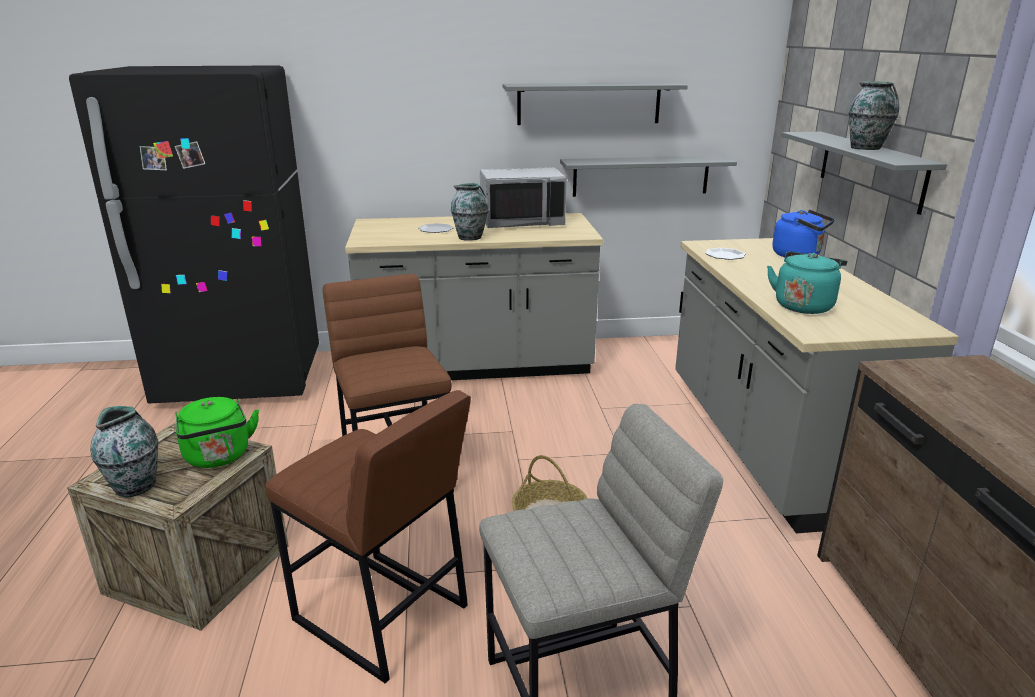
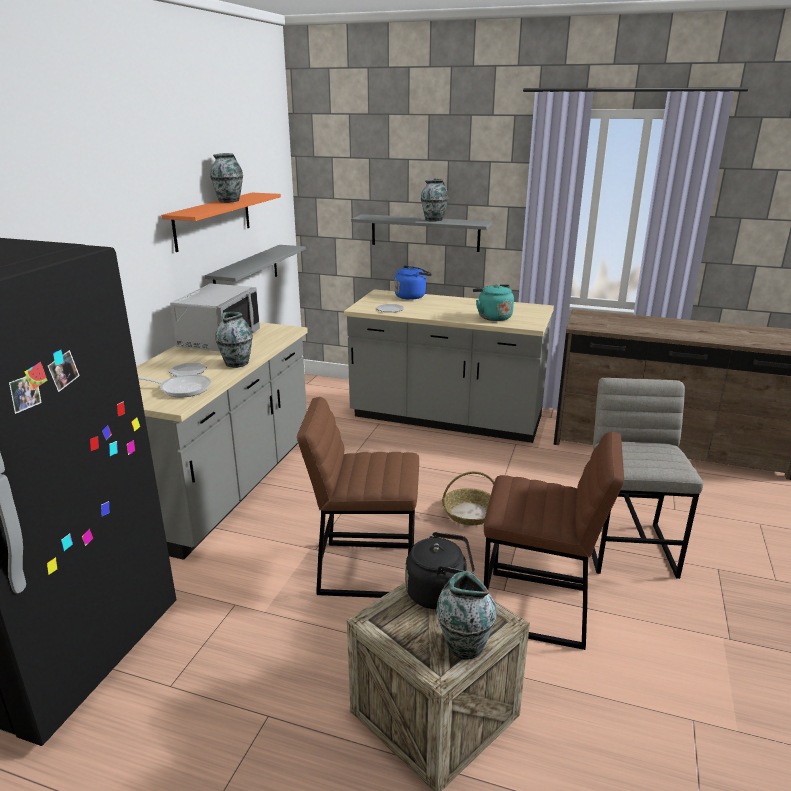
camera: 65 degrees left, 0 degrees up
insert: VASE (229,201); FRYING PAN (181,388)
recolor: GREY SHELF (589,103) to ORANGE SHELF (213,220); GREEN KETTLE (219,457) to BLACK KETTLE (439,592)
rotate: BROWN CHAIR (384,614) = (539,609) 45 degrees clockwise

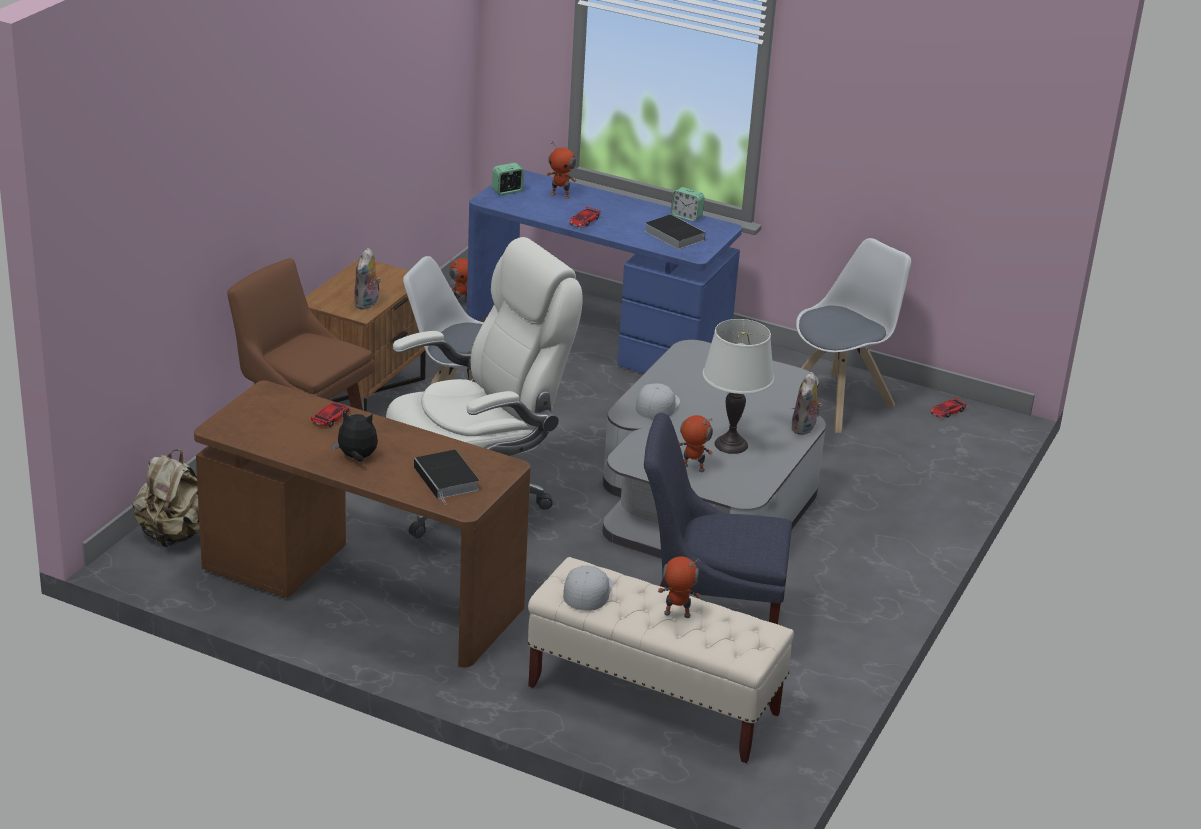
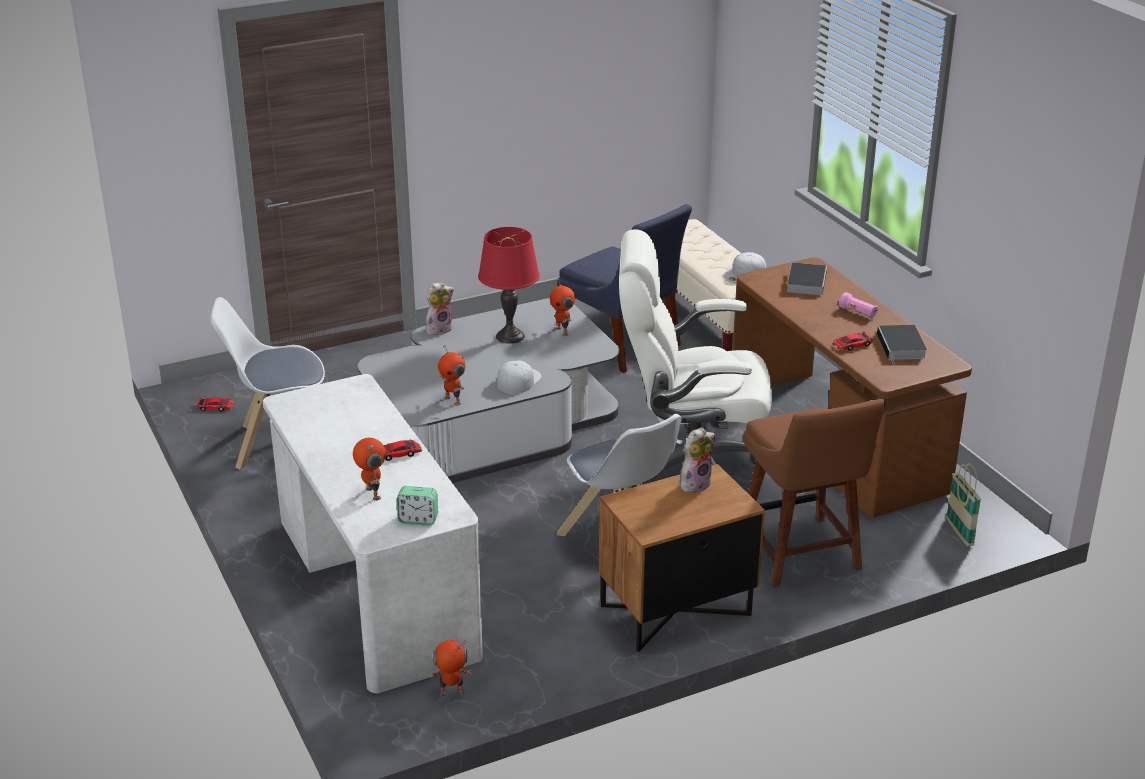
camera: 140 degrees left, 0 degrees up
delete: ALARM CLOCK (686,216)
move: BOOK (672,235) to (902,347); TOY ROBOT (676,615) to (453,400)
replace: PLUSH TOY (357,458) to PINK FLASHLIGHT (858,312); BEIGE BACKPACK (173,535) to BASKET (959,533)
recolor: BLUE DESK (598,336) to WHITE DESK (374,589); WHITE TABLE LAMP (731,445) to RED TABLE LAMP (510,336)
rotate: WHITE CAP (657,405) = (518,380) 150 degrees clockwise

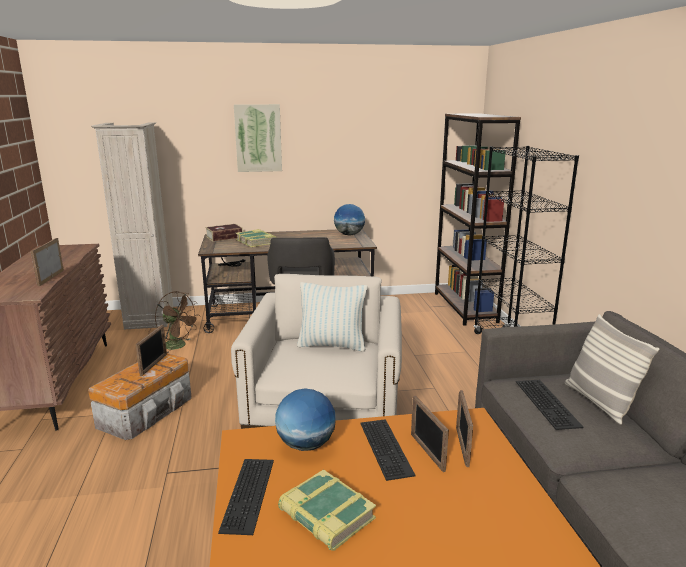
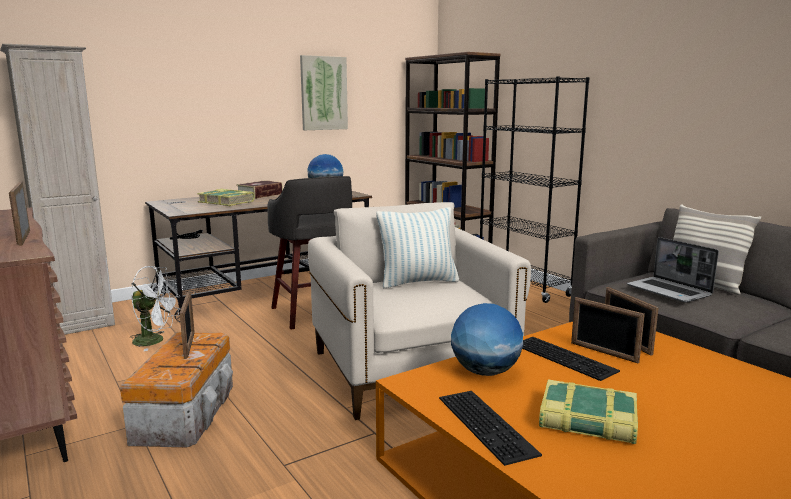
camera: 25 degrees left, 5 degrees down
move: PICTURE (258,138) to (323,93); BOOK (224,237) to (260,195)
replace: KEYBOARD (549,403) to LAPTOP (670,291)
recolor: BROWN FAN (179,346) to WHITE FAN (155,341)

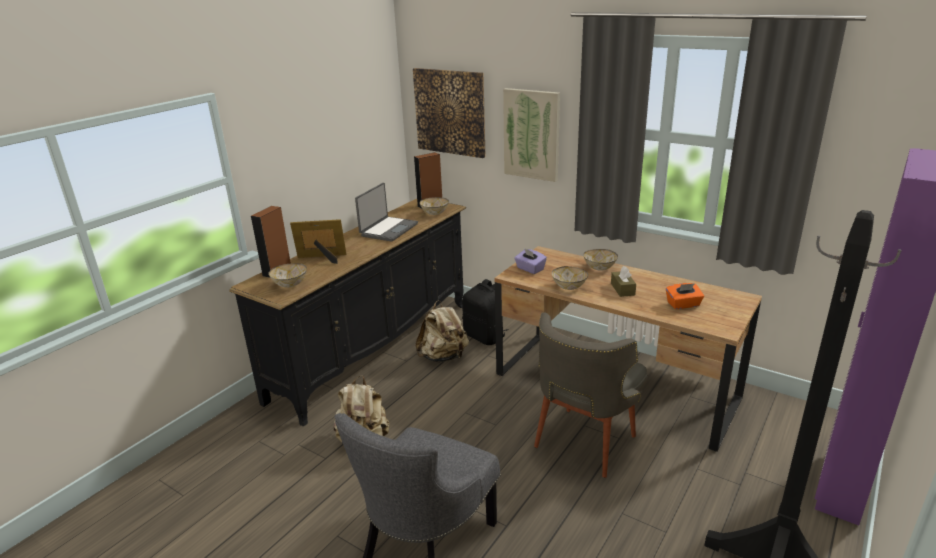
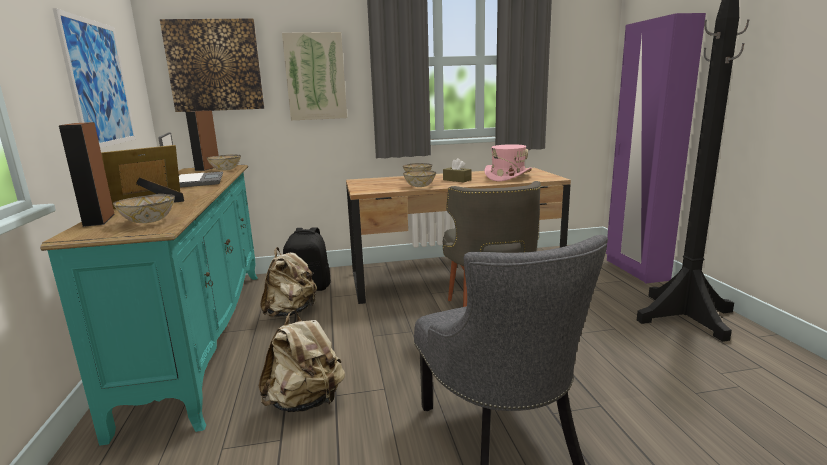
camera: 45 degrees left, 10 degrees down
delete: PURPLE TISSUE BOX (530,269)
insert: PICTURE (99,84)
replace: ORANGE TISSUE BOX (683,305) to PINK HAT (507,177)
recolor: BLACK DRESSER (375,350) to TURQUOISE DRESSER (205,335)

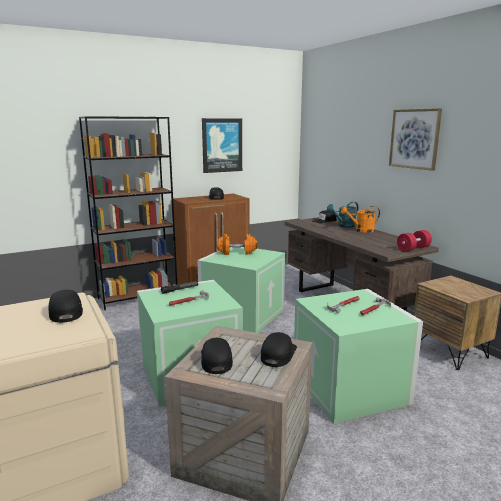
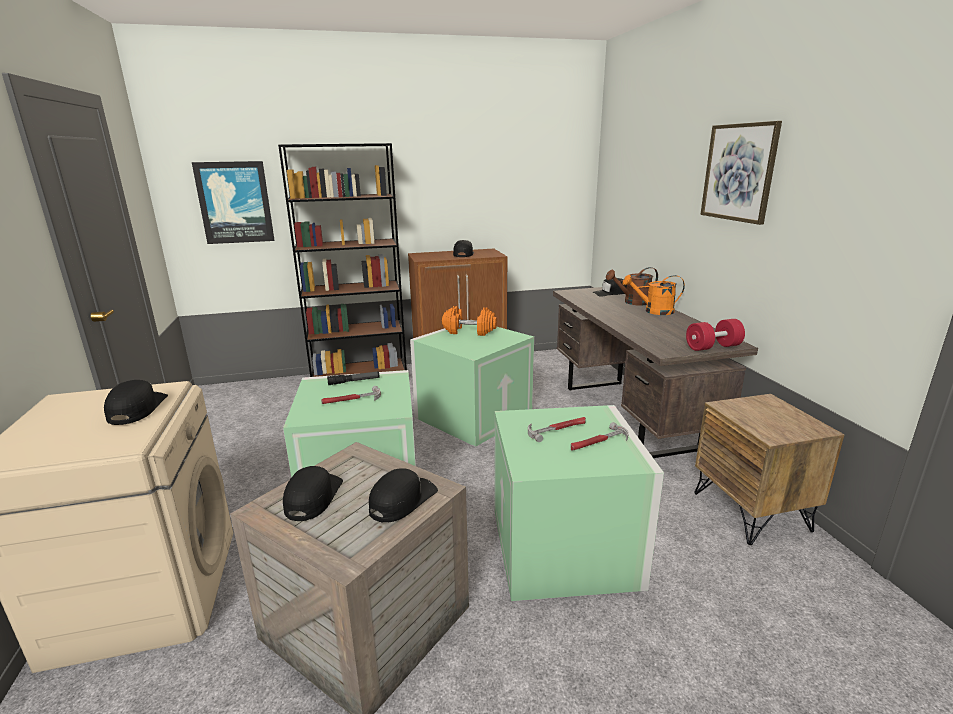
camera: 15 degrees right, 5 degrees up
move: PICTURE (222,145) to (235,202)
recolor: TURQUOISE WATERING CAN (344,226) to BROWN WATERING CAN (633,302)

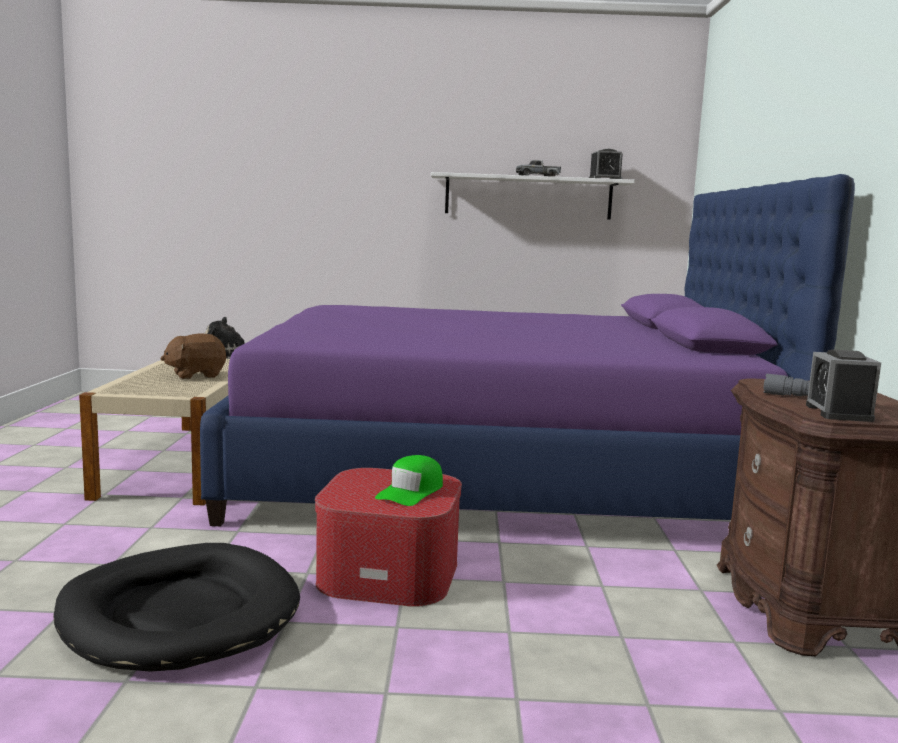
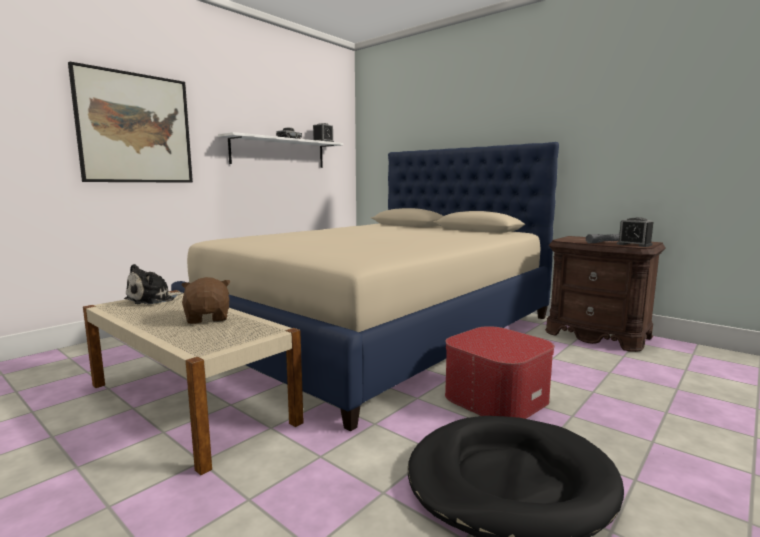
camera: 50 degrees left, 0 degrees up
delete: GREEN CAP (411,491)
insert: PICTURE (135,128)
recolor: PURPLE BED (498,473) to BEIGE BED (381,331)
rotate: BROWN PLUSH TOY (196,375) = (208,318) 150 degrees clockwise

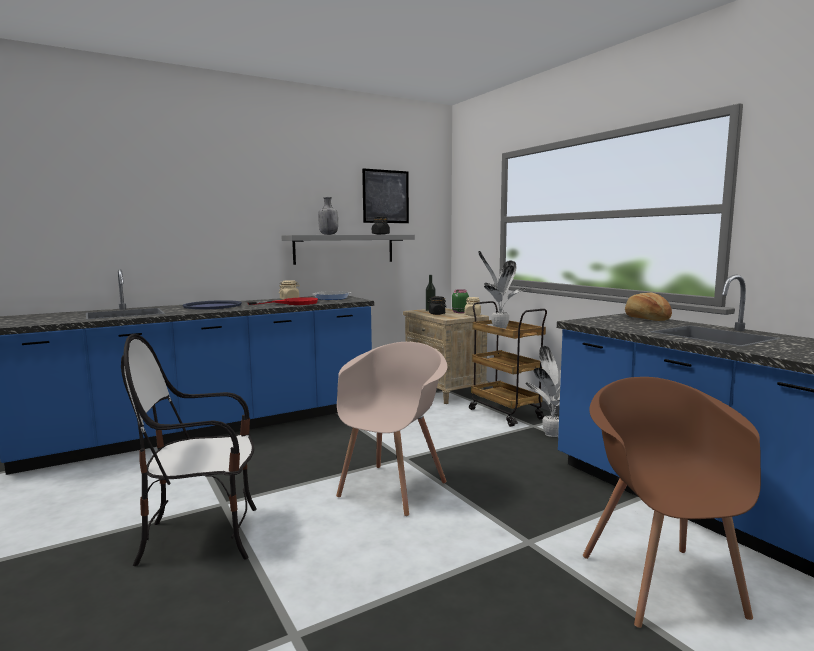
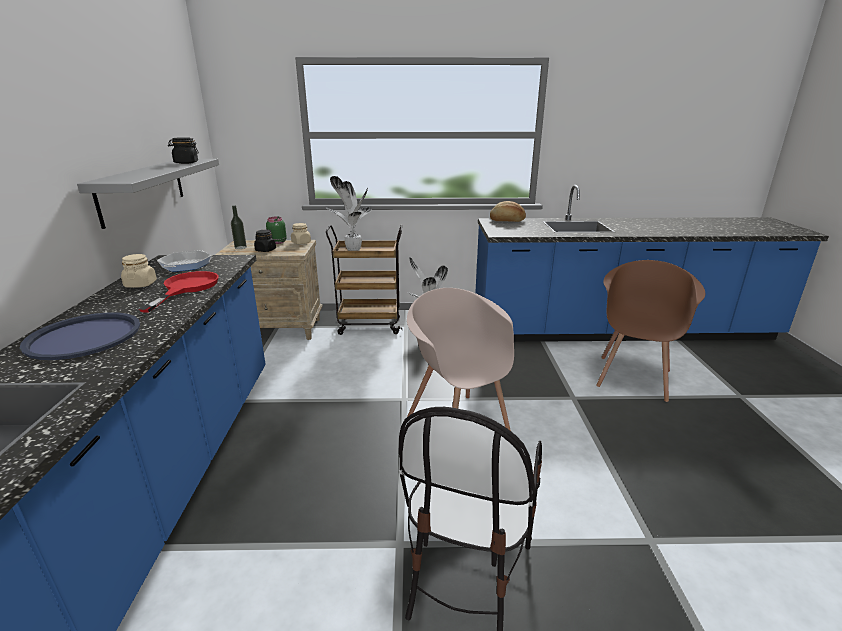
camera: 60 degrees left, 15 degrees up
delete: PICTURE (385,196); GREY BOTTLE (328,234)
rotate: BROWN CHAIR (660,584) = (633,378) 90 degrees clockwise

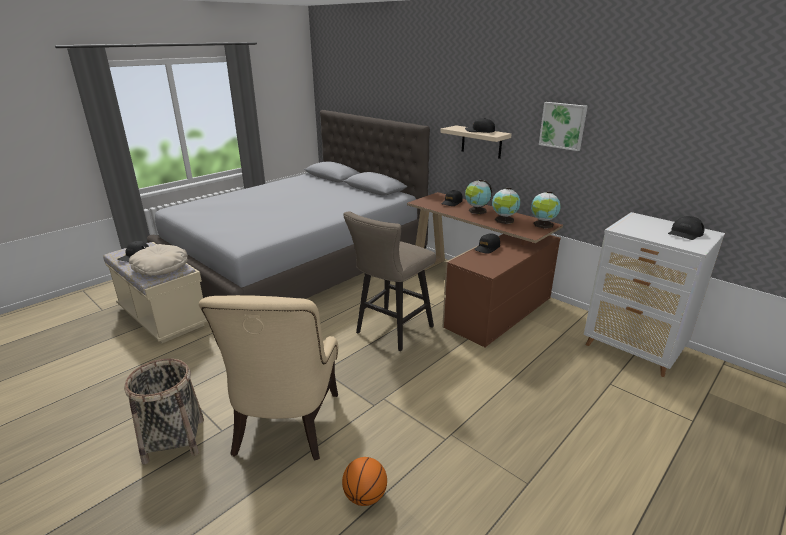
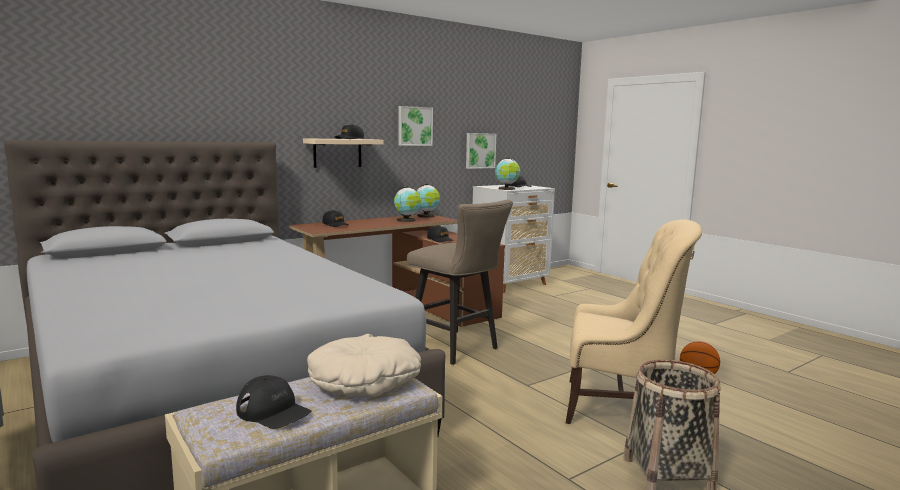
camera: 80 degrees left, 15 degrees down
insert: PICTURE (480,150)
move: GLOBE (476,211) to (506,189)

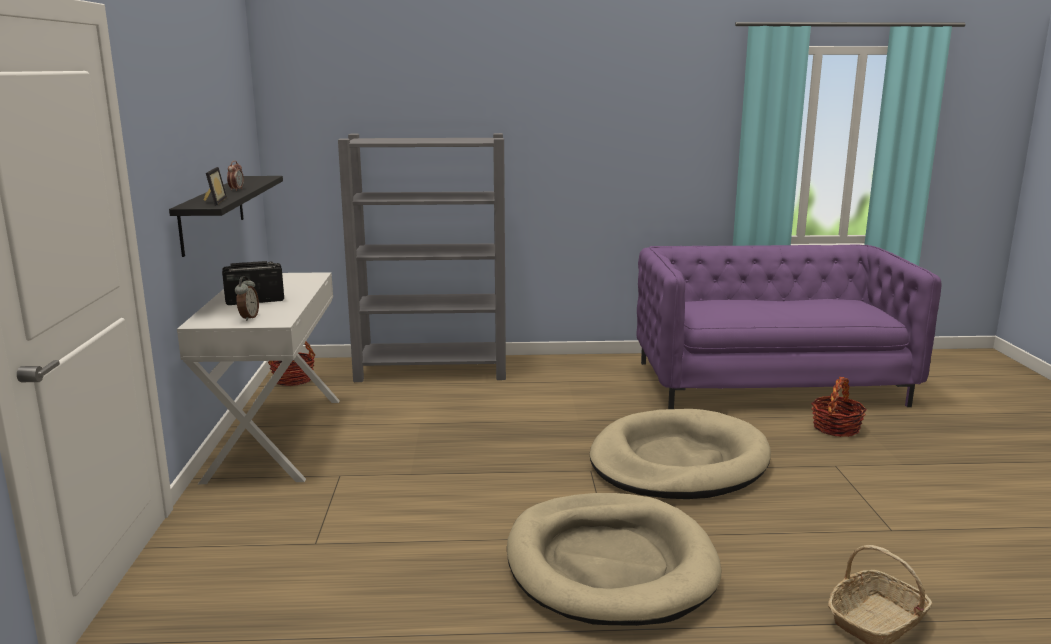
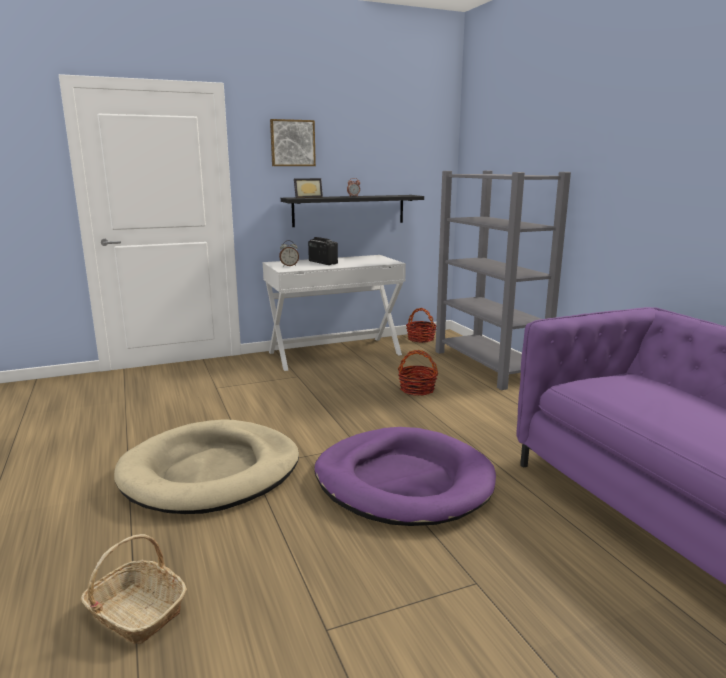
camera: 70 degrees right, 0 degrees up
insert: PICTURE (292,143)
move: BASKET (836,428) to (417,389)
recolor: BEIGE DOG BED (678,462) to PURPLE DOG BED (403,481)

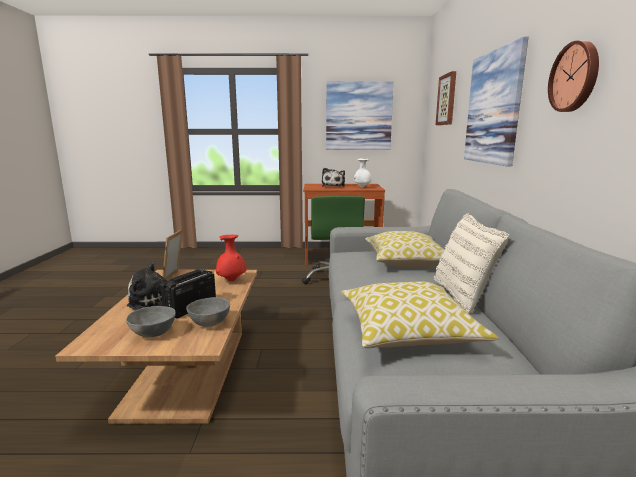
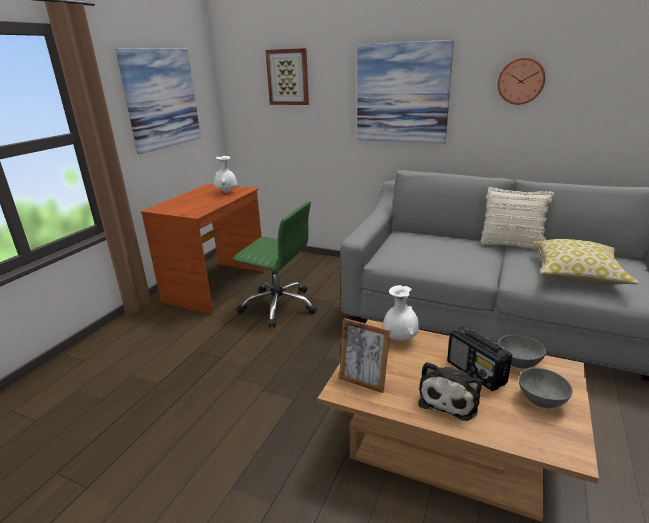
camera: 65 degrees left, 10 degrees up
delete: PLUSH TOY (333,186); PILLOW (407,262)
recolor: RED VASE (231,281) to WHITE VASE (400,339)

